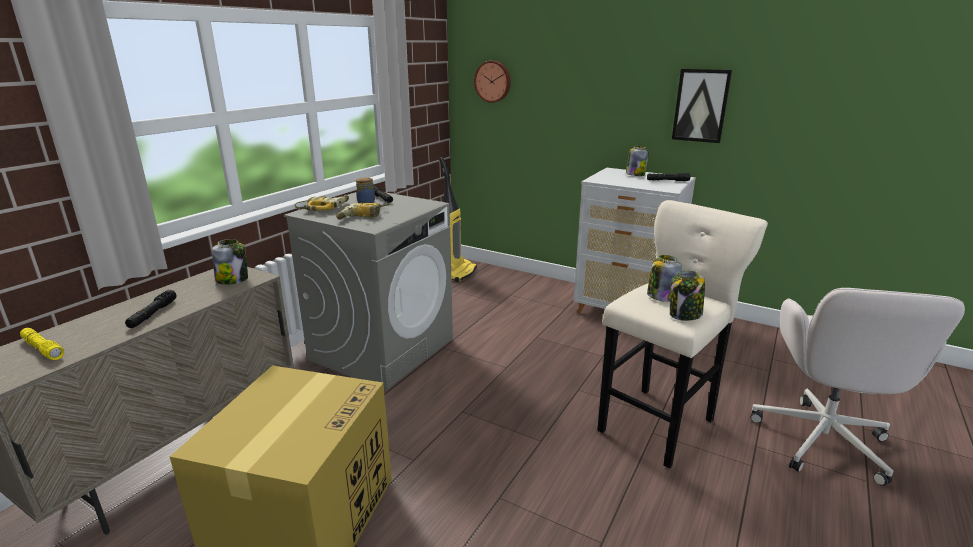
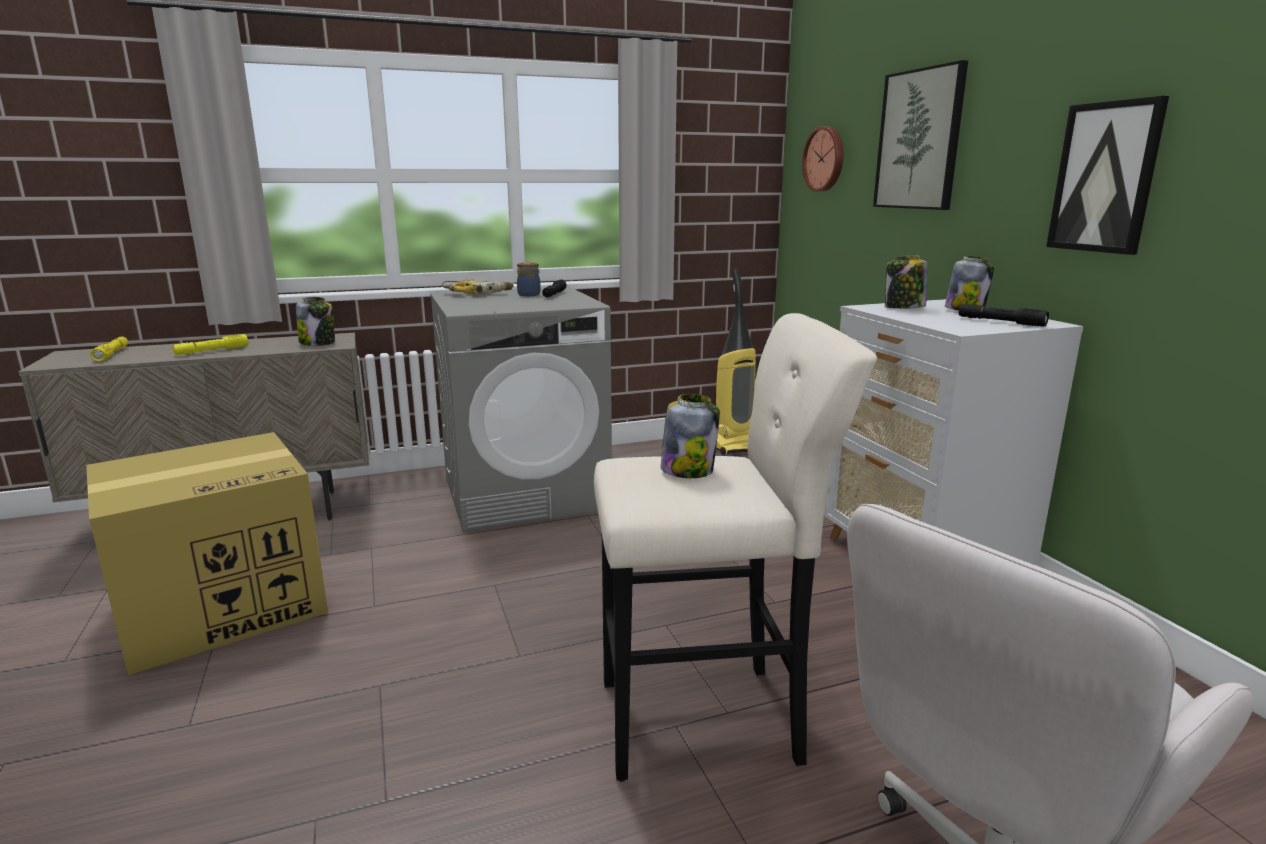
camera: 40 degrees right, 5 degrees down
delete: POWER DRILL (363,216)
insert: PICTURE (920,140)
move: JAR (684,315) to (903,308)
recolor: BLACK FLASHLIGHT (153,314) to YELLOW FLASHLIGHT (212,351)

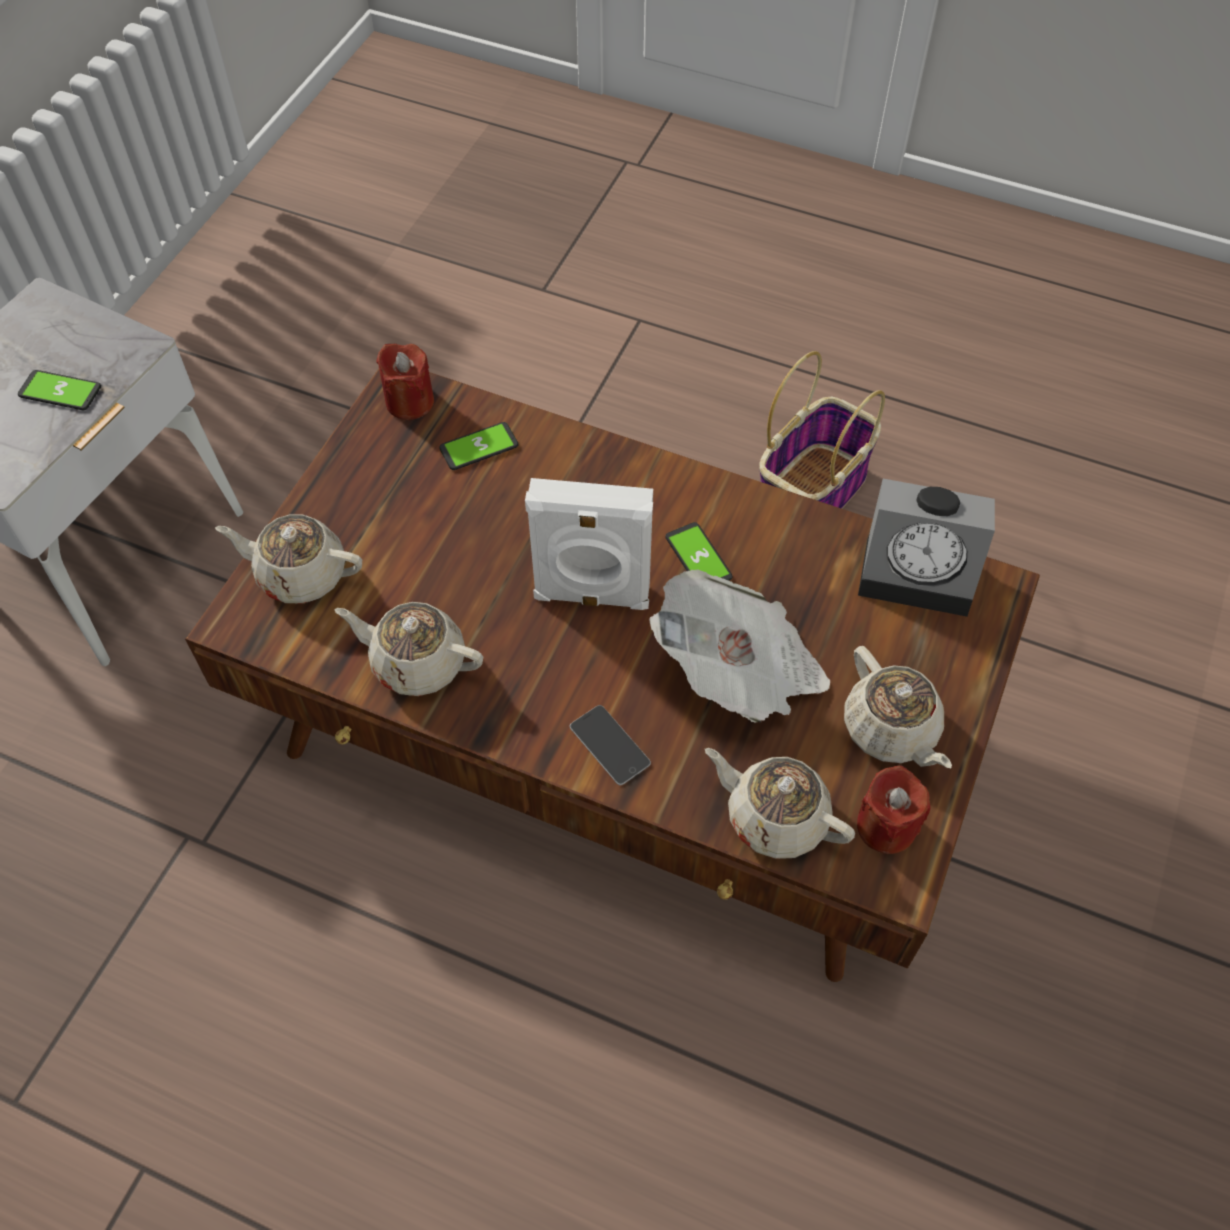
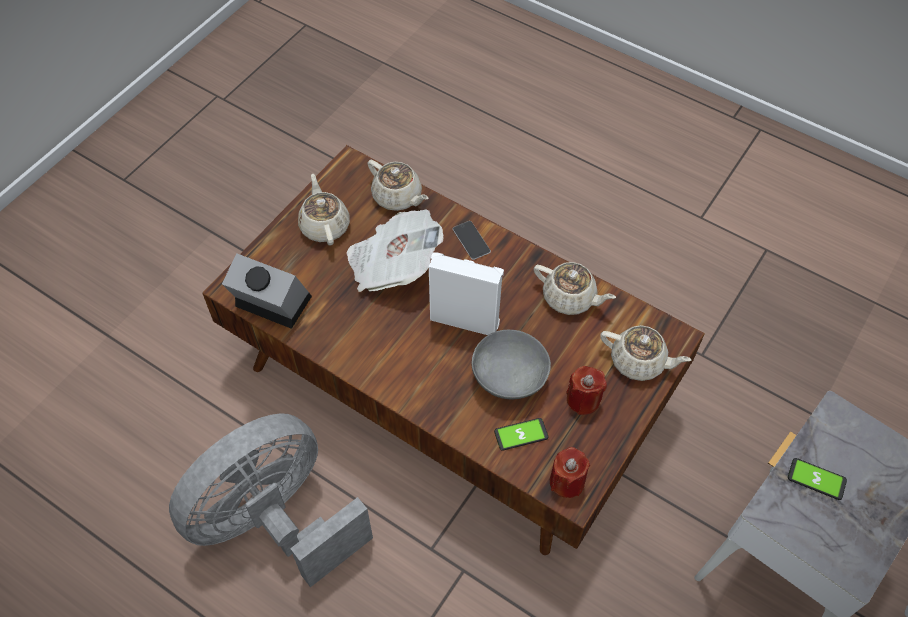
camera: 170 degrees left, 0 degrees up
delete: PHONE (698,557)
insert: GREY BOWL (509,378)
move: RED CANDLE (886,826) to (583,399)
replace: BASKET (811,492) to GREY FAN (275,521)

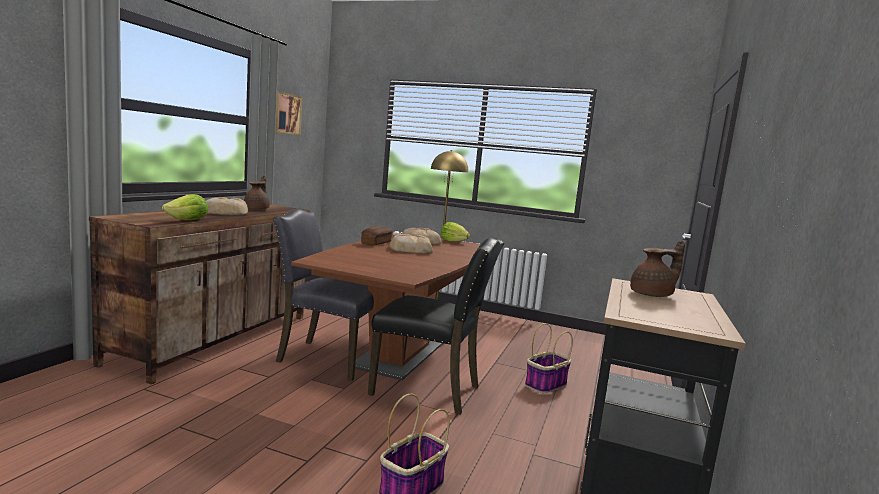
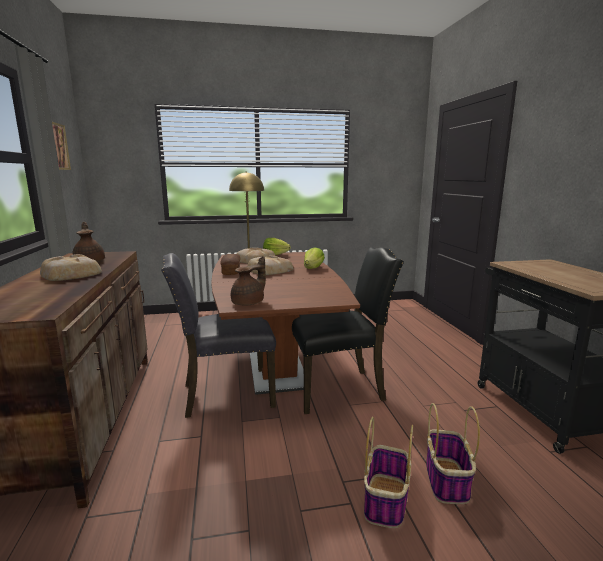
camera: 30 degrees left, 5 degrees up
move: LETTUCE (188,220) to (313,268); BROWN TEAPOT (653,295) to (249,303); BASKET (545,385) to (386,501)

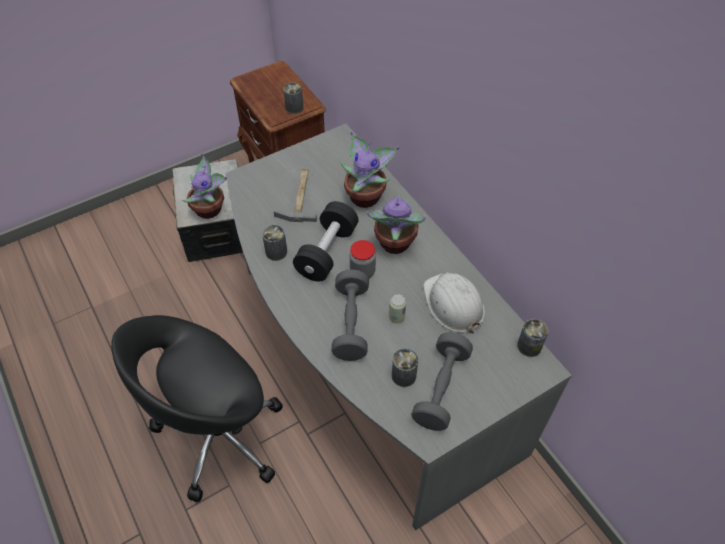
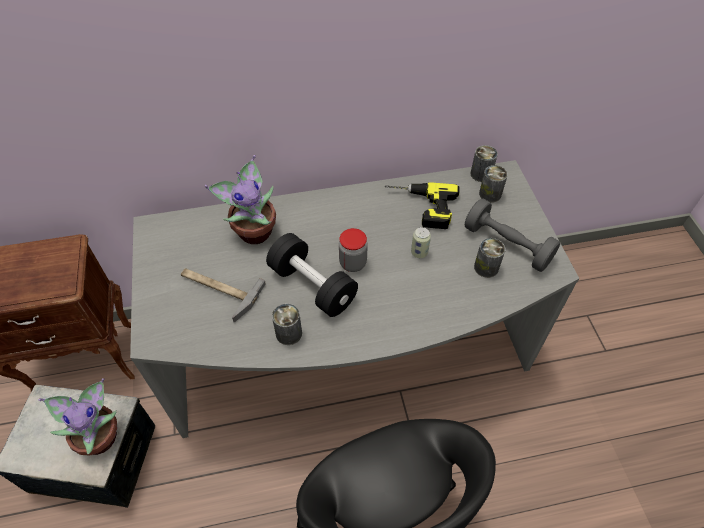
camera: 70 degrees left, 0 degrees up
delete: POTTED PLANT (394,244); GREY DUMBBELL (351,323)
move: CAN (294,107) to (490,194)
replace: WHITE HARD HAT (453,304) to POWER DRILL (420,207)

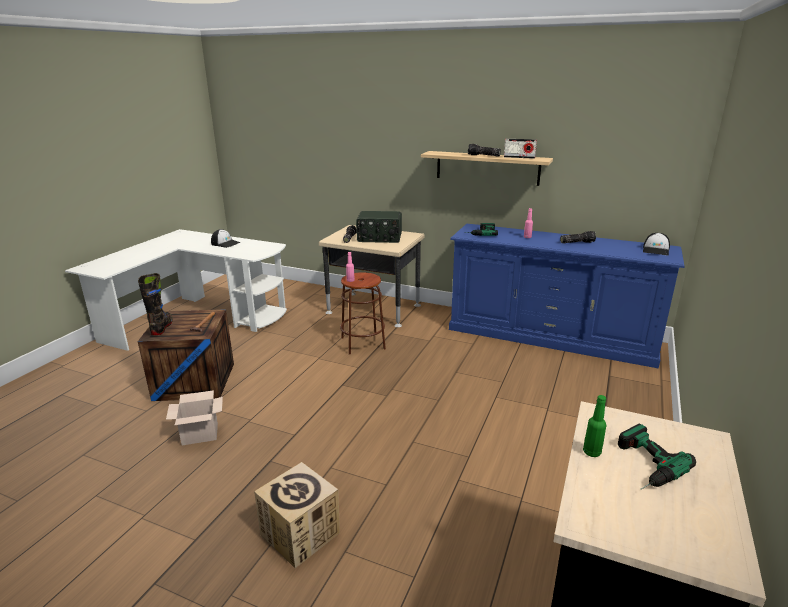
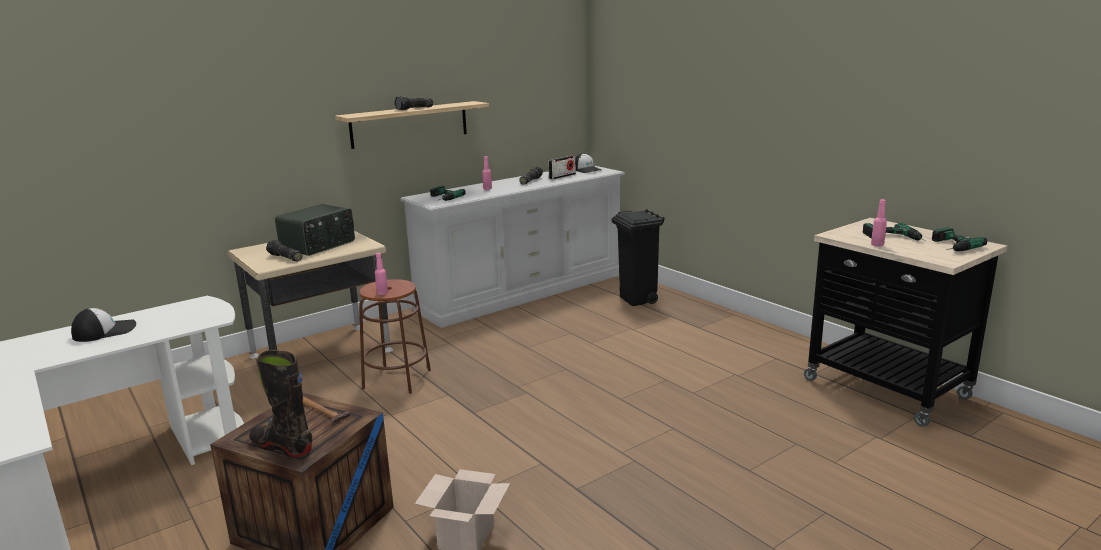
camera: 60 degrees left, 5 degrees down
delete: CARDBOARD BOX (300,533)
insert: BLACK TRASH CAN (637,300); POWER DRILL (949,246)
move: RADIO (519,157) to (562,176)
recolor: BLUE CABINET (550,336) to WHITE CABINET (523,291); GREEN BOTTLE (592,452) to PINK BOTTLE (877,245)

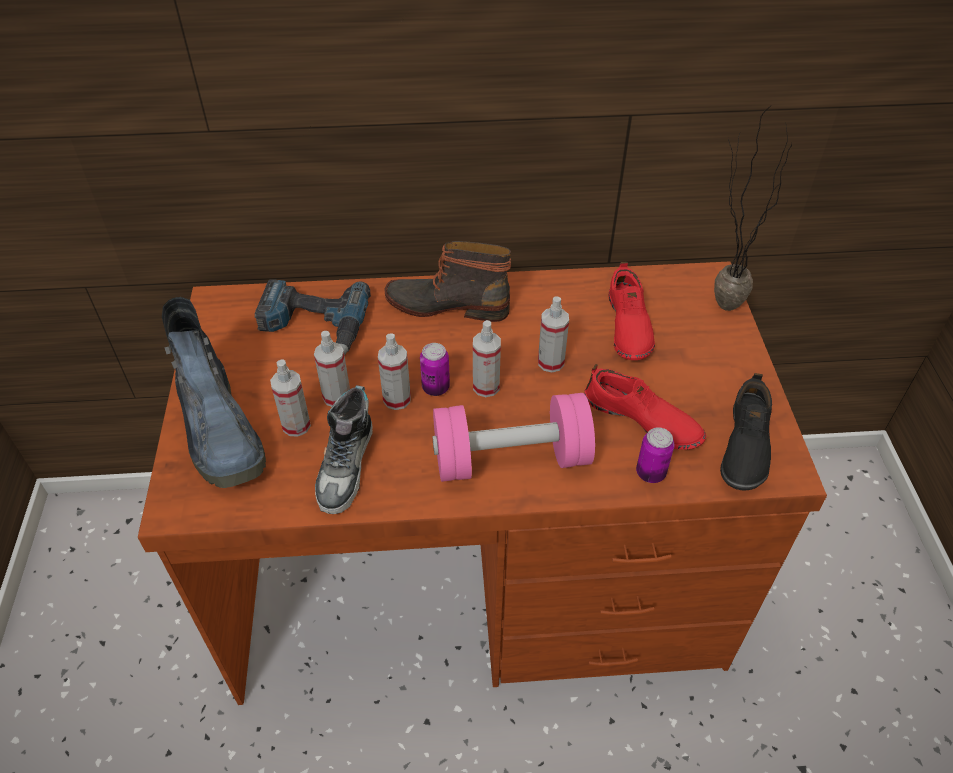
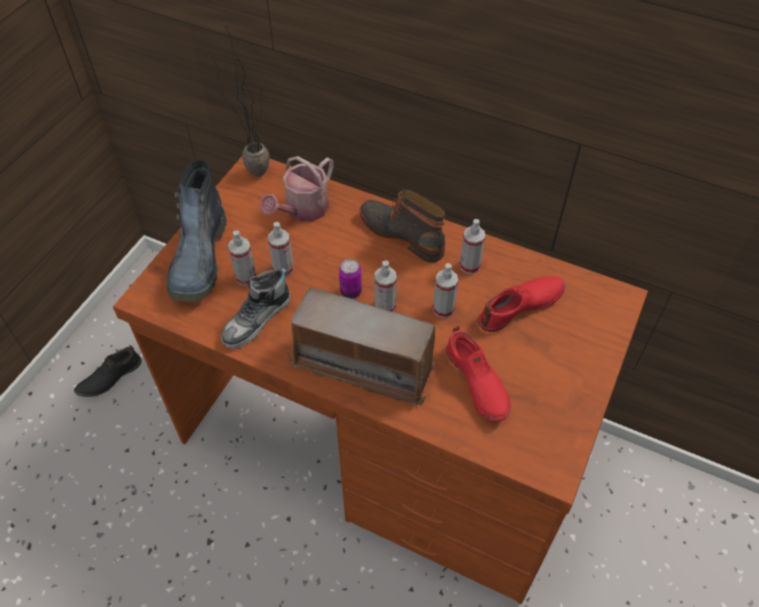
camera: 30 degrees right, 5 degrees up
delete: CAN (650,473)
move: POTTED PLANT (715,302) to (254,168); SPRAY BOTTLE (397,399) to (469,266); BLACK SHOE (743,446) to (109,377)
replace: POWER DRILL (313,325) to WATERING CAN (303,210); PINK DUMBBELL (511,458) to RADIO (364,365)
rotate: RED SHOE (627,327) = (520,307) 150 degrees counterclockwise

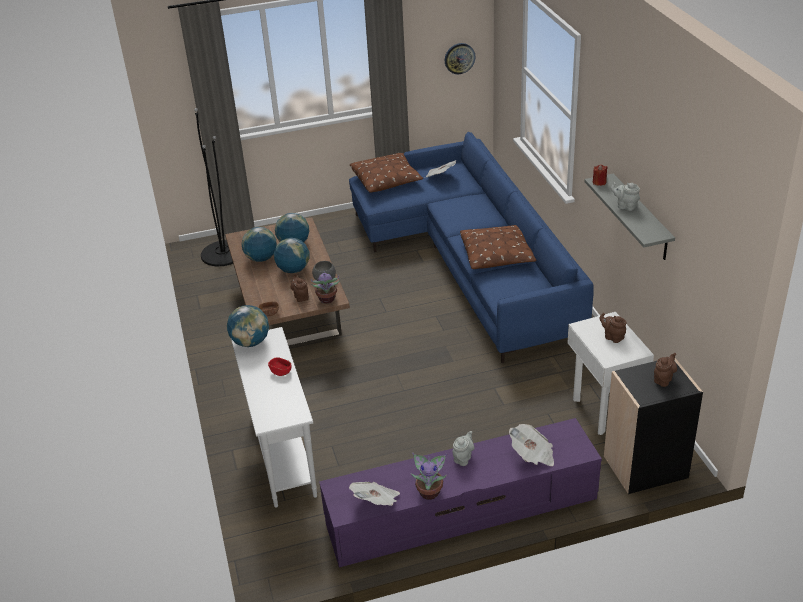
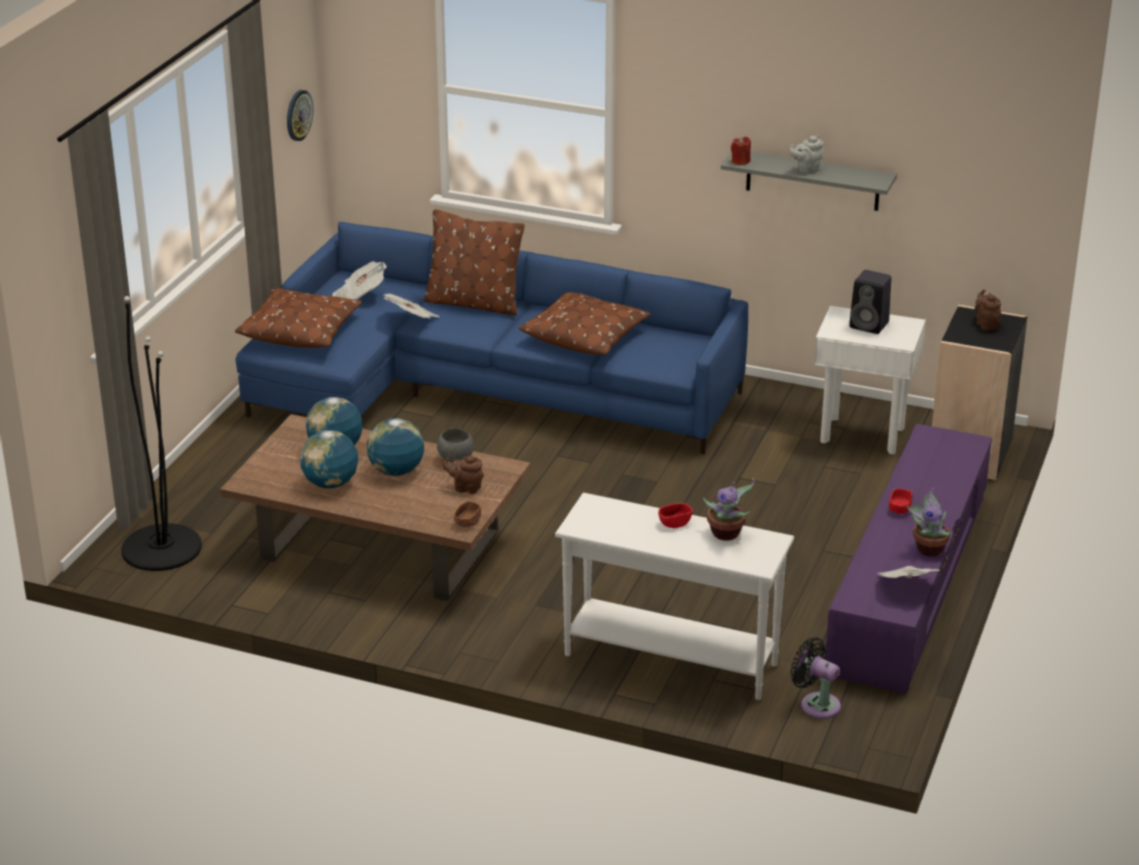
camera: 55 degrees left, 5 degrees down
delete: GLOBE (251,342)
insert: BROWN PILLOW (473,303); BLACK FAN (816,704)
move: POTTED PLANT (327,300) to (727,534); NEWSPAPER (532,455) to (411,319)
replace: BROWN TEAPOT (612,337) to BLACK SPEAKER (870,325); GREY TEAPOT (463,458) to RED BOWL (899,508)

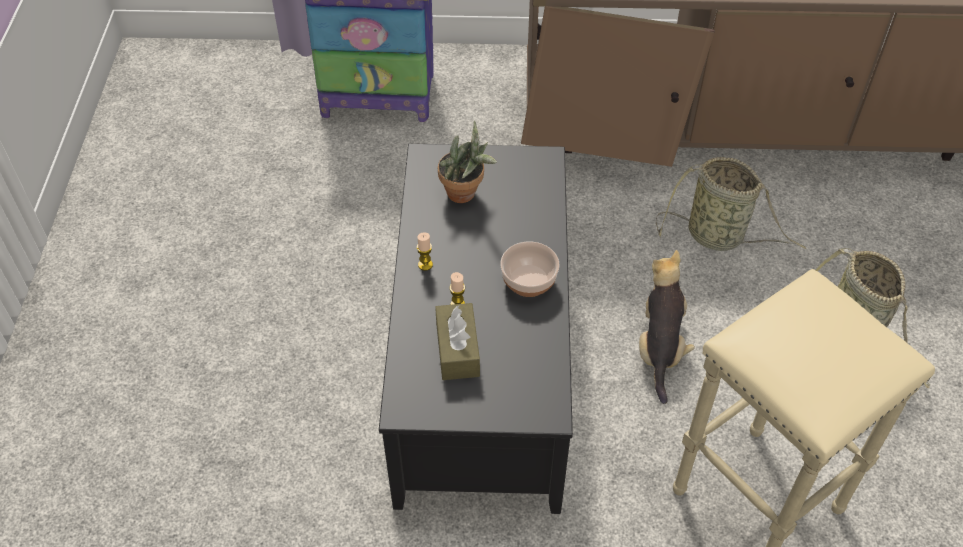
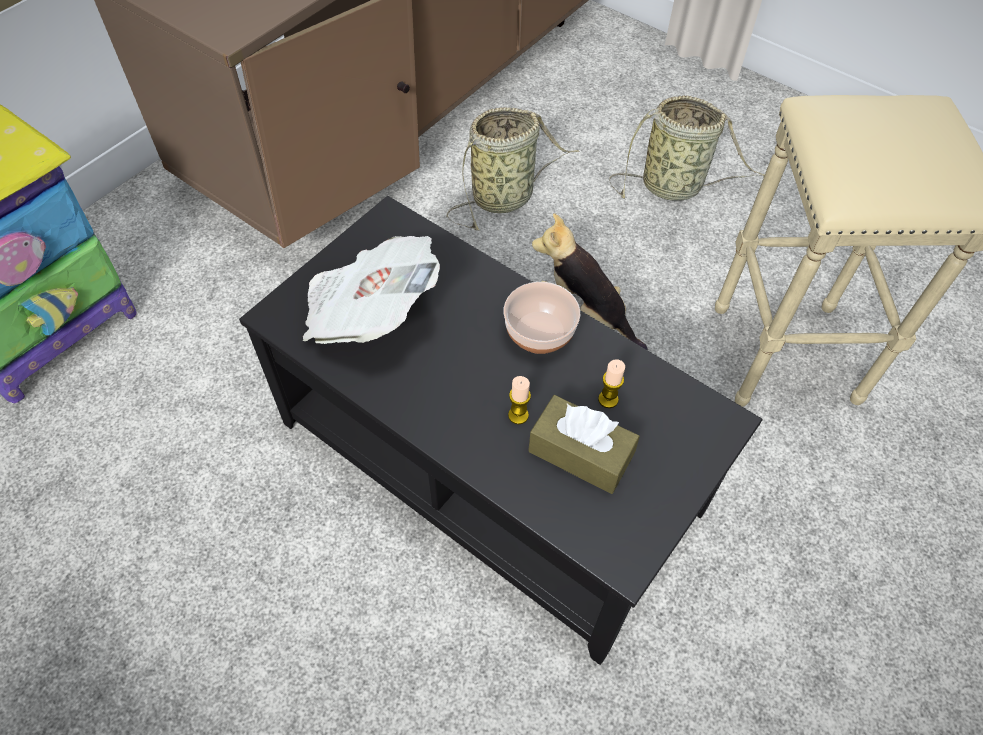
camera: 55 degrees left, 5 degrees up
move: CANDLE (425,265) to (608,399)
replace: POTTED PLANT (465,194) to NEWSPAPER (369,313)

